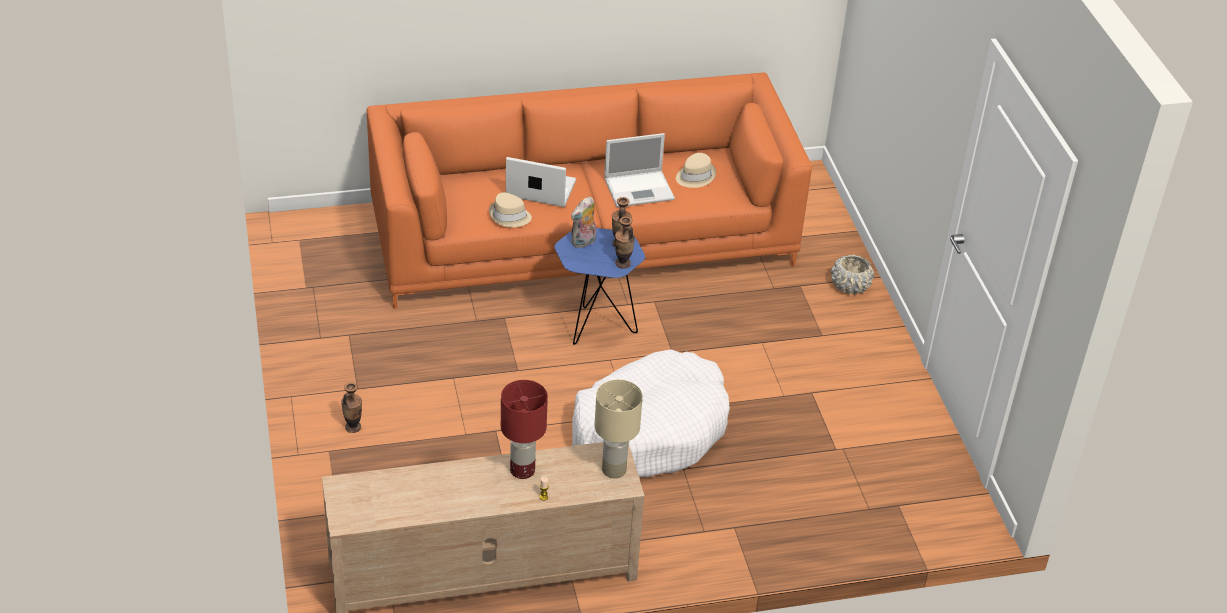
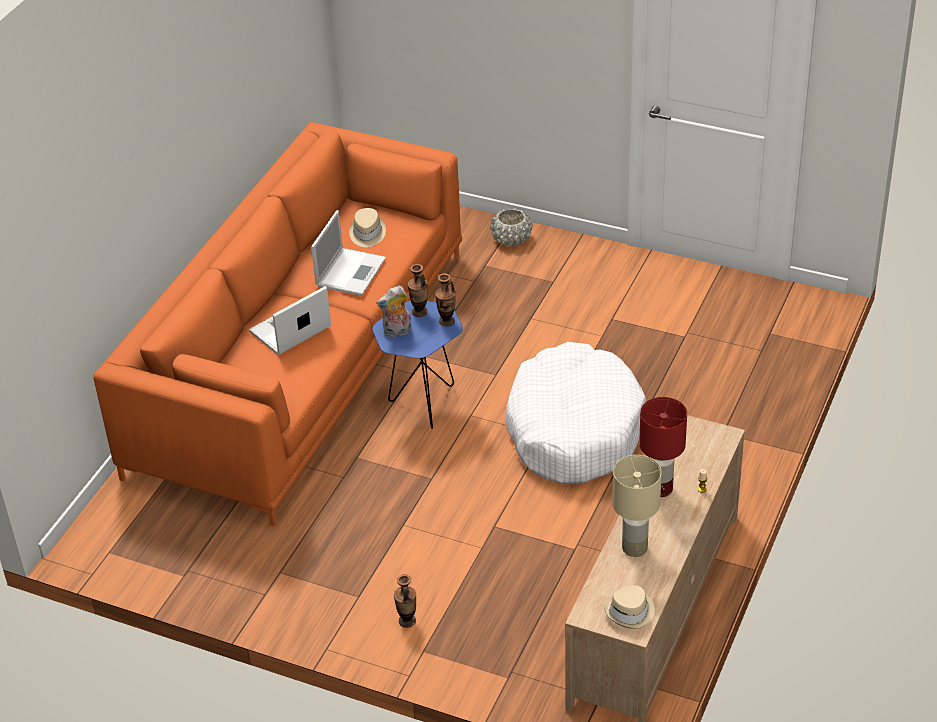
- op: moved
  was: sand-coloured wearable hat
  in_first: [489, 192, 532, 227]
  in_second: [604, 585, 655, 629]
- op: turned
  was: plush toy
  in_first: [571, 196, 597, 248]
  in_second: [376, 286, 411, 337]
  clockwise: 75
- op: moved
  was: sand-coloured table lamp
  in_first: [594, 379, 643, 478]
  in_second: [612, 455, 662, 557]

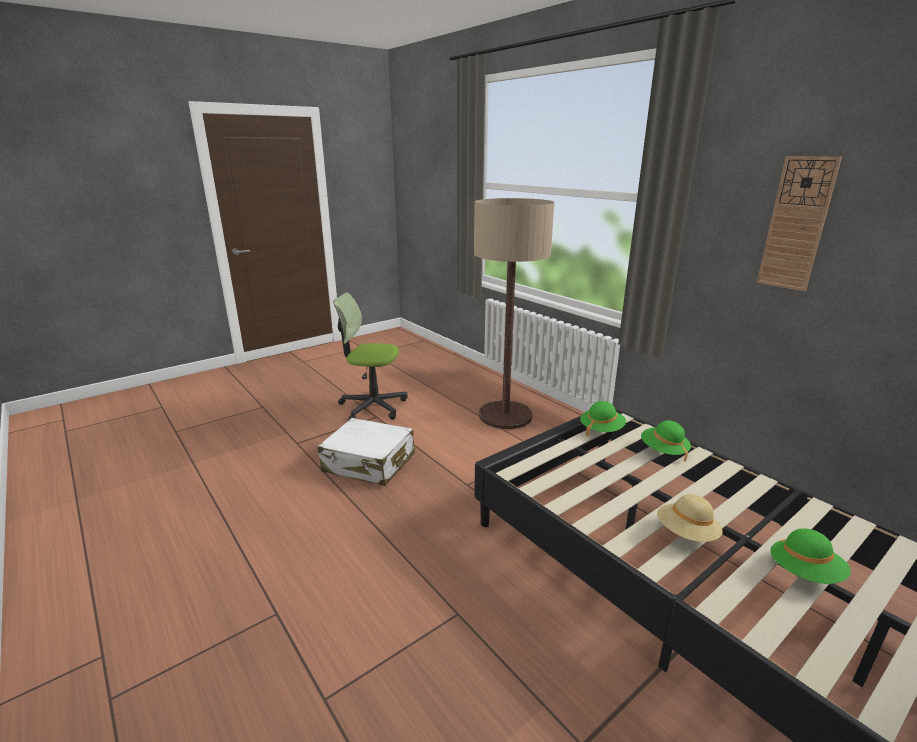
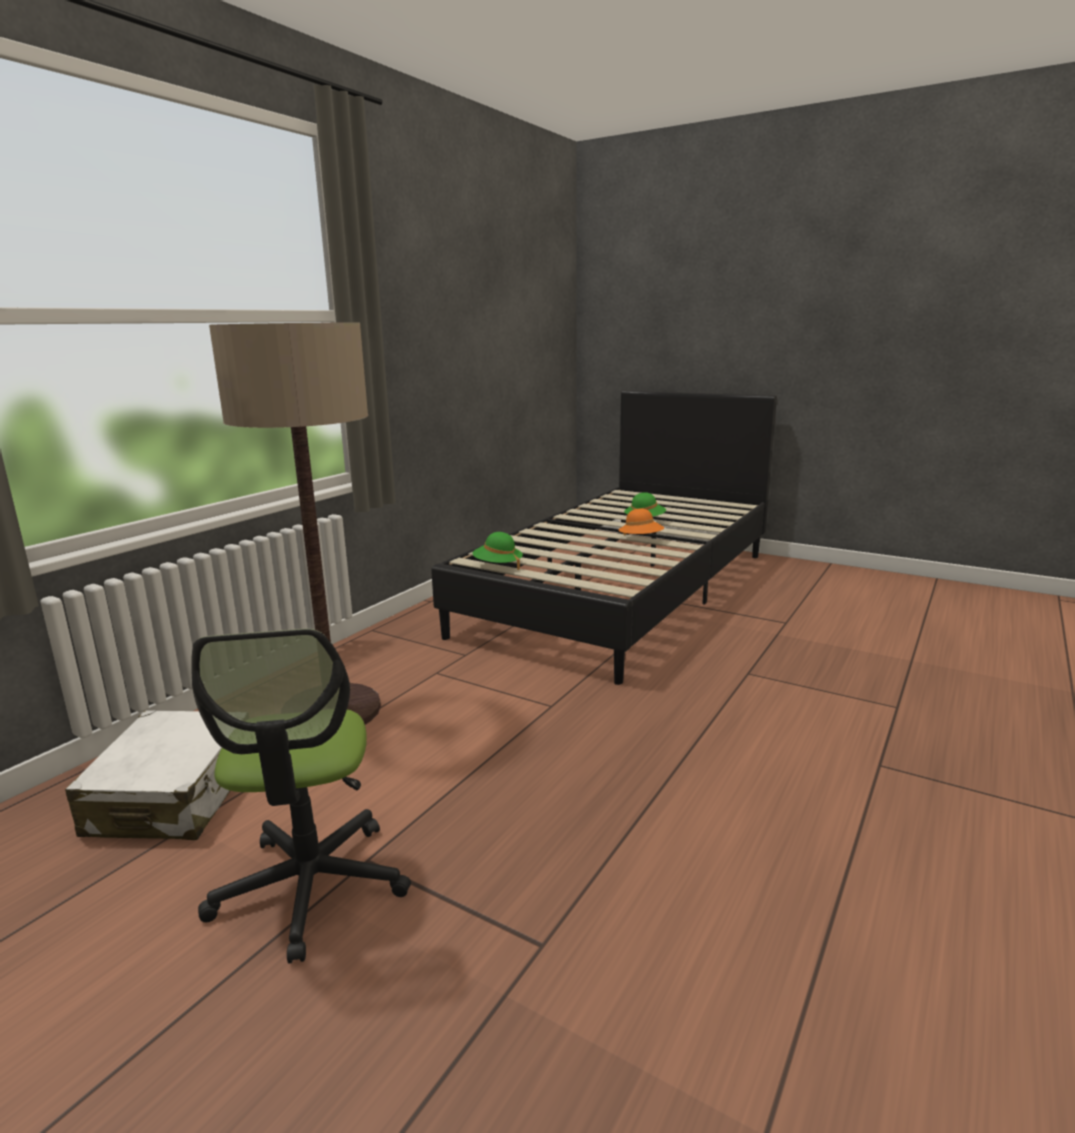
- op: moved
  was: white-coloured suitcase
  in_first: [317, 418, 415, 486]
  in_second: [65, 710, 230, 840]
- op: removed
  was: greenish wearable hat
  in_first: [641, 420, 691, 462]
- op: recoloured
  was: sand-coloured wearable hat
  now: orangey wearable hat
  in_first: [657, 494, 723, 542]
  in_second: [619, 509, 664, 535]
- op: removed
  was: hanging clock
  in_first: [757, 156, 842, 291]

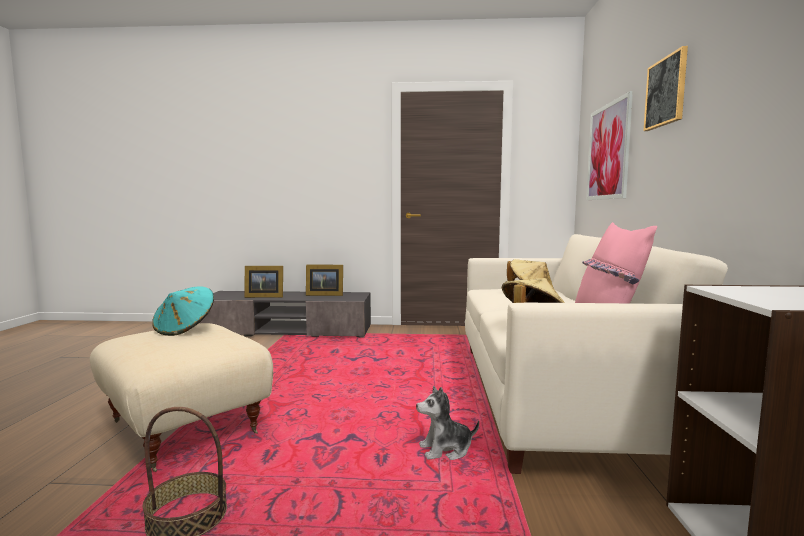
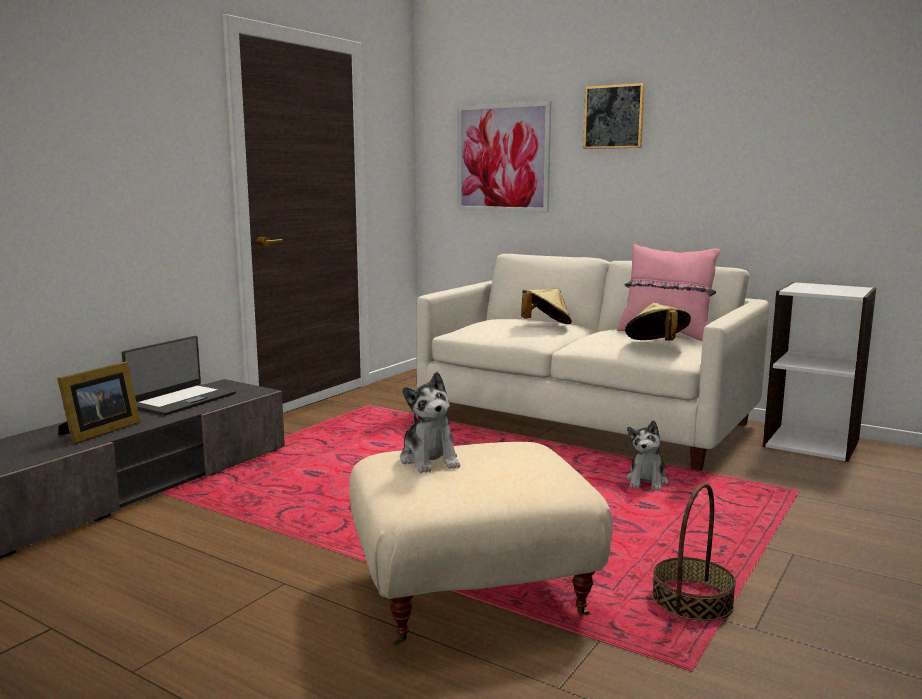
- op: replaced
  was: blue-green wearable hat
  now: plush toy
  in_first: [152, 286, 214, 336]
  in_second: [400, 372, 460, 473]
- op: replaced
  was: standing frame
  now: portable computer
  in_first: [306, 265, 343, 296]
  in_second: [122, 336, 236, 416]

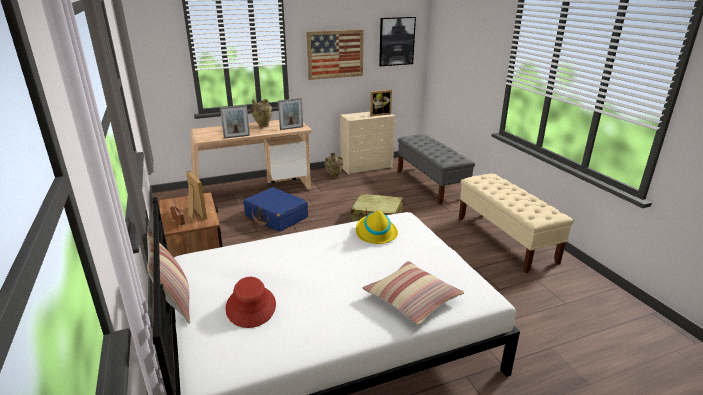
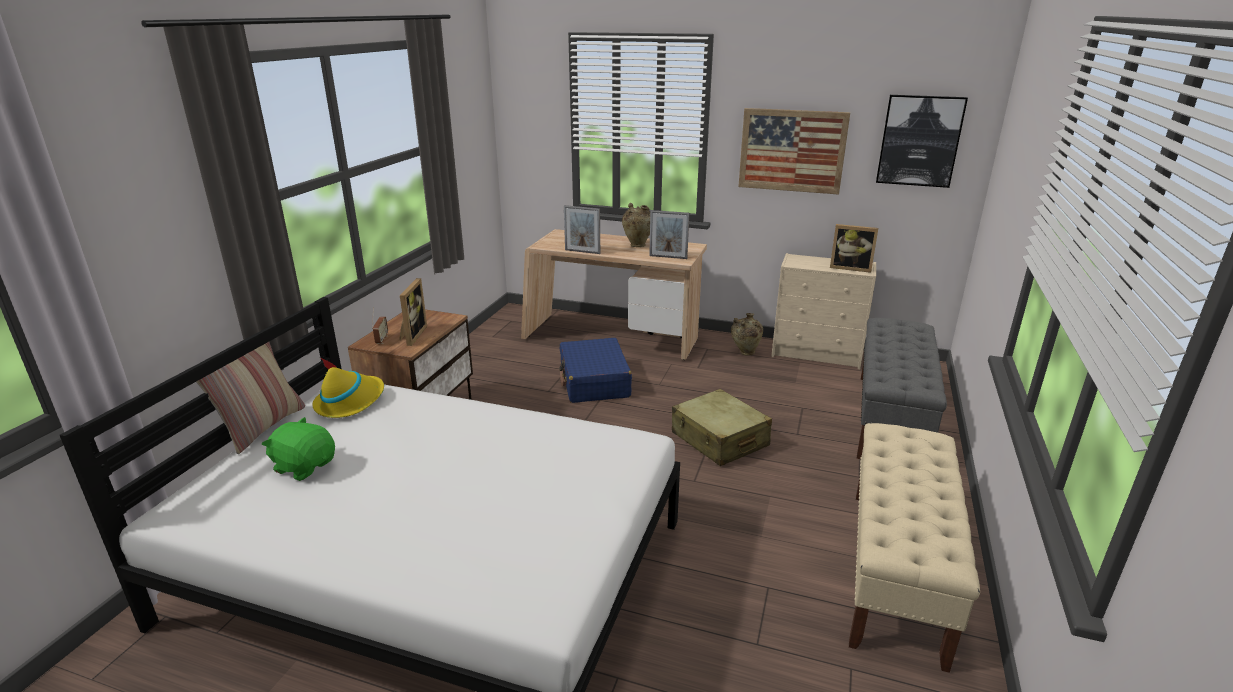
- op: replaced
  was: red wearable hat
  now: greenish plush toy
  in_first: [225, 277, 276, 328]
  in_second: [262, 417, 335, 481]
- op: moved
  was: yellowish wearable hat
  in_first: [356, 210, 398, 244]
  in_second: [313, 357, 384, 418]
- op: removed
  was: pillow
  in_first: [363, 261, 464, 325]

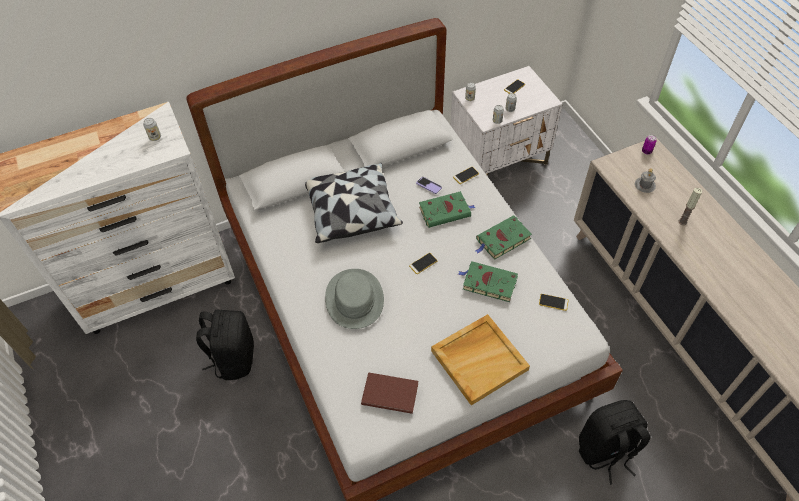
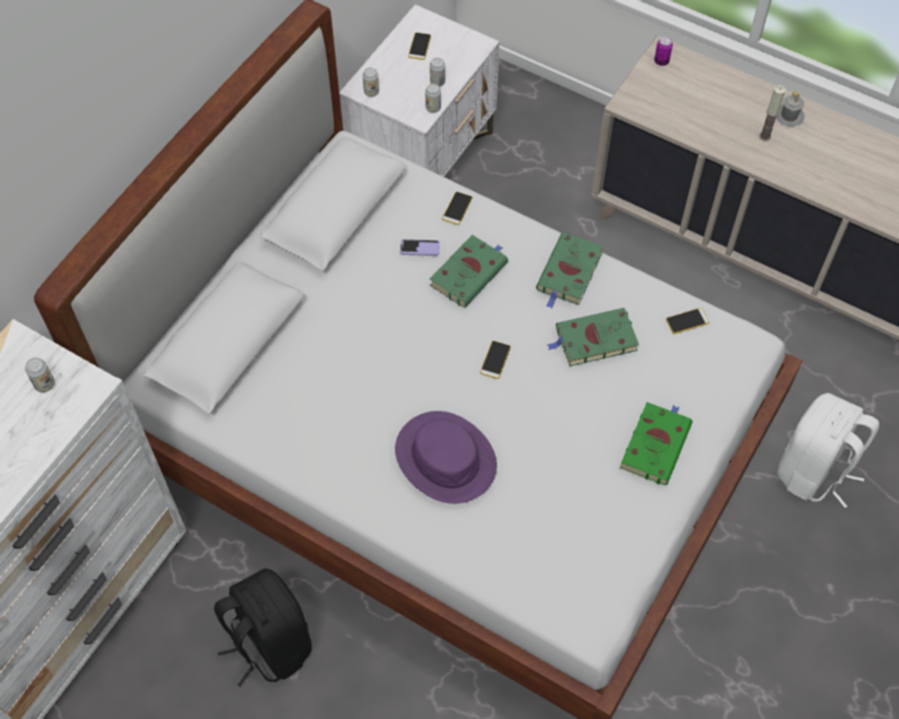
- op: removed
  was: pillow
  in_first: [305, 163, 403, 243]
- op: recoloured
  was: gray wearable hat
  now: purple wearable hat
  in_first: [325, 269, 384, 329]
  in_second: [395, 411, 497, 504]
- op: removed
  was: brown-coloured volume
  in_first: [361, 372, 418, 414]
- op: replaced
  was: sand-coloured tray
  now: greenish volume
  in_first: [431, 314, 530, 405]
  in_second: [620, 402, 693, 485]
- op: recoloured
  was: black backpack
  now: white-coloured backpack
  in_first: [579, 400, 650, 485]
  in_second: [777, 393, 879, 508]
- op: moved
  was: gray mug
  in_first: [635, 168, 656, 193]
  in_second: [776, 91, 805, 126]

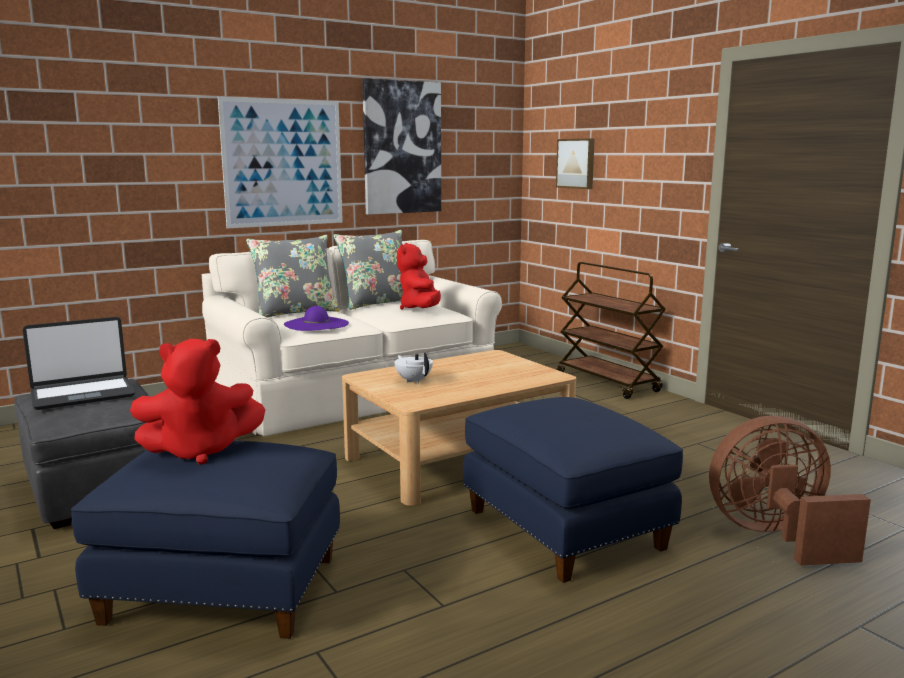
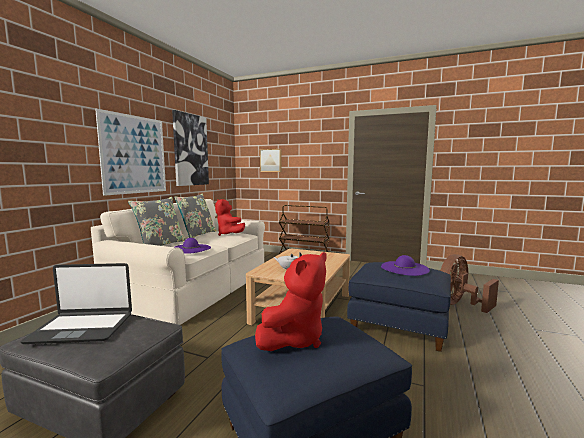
- op: turned
  was: portable computer
  in_first: [23, 317, 135, 410]
  in_second: [21, 263, 132, 344]
  clockwise: 60
- op: added
  now: purple wearable hat
  in_second: [381, 255, 430, 276]

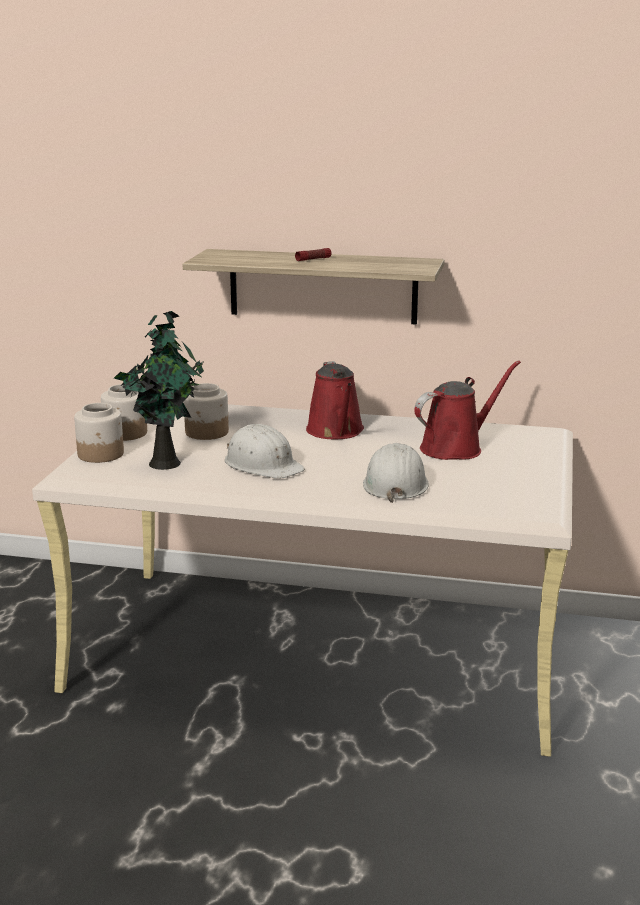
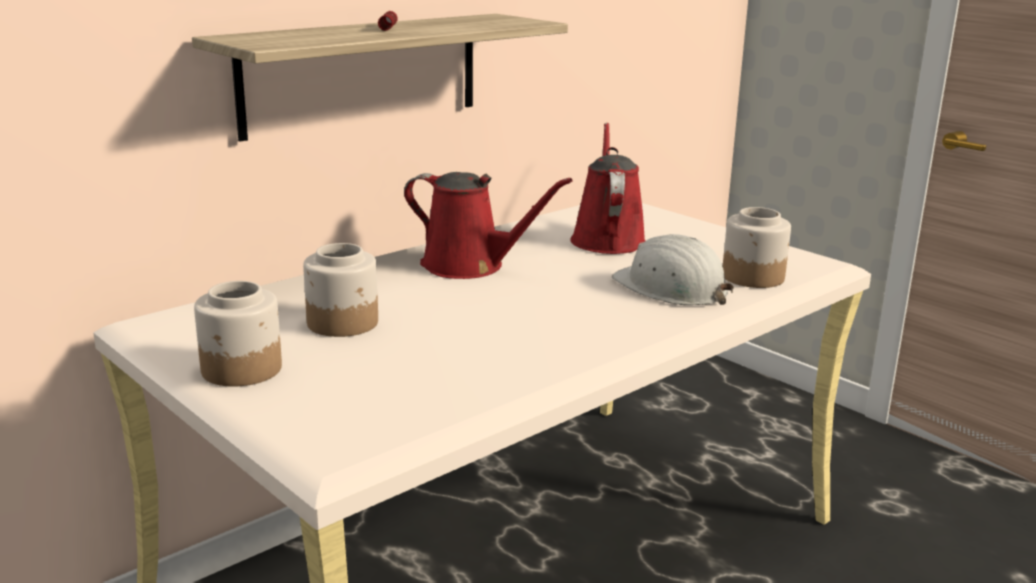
- op: moved
  was: jar
  in_first: [74, 403, 124, 463]
  in_second: [723, 207, 791, 288]
- op: removed
  was: potted plant
  in_first: [114, 311, 204, 470]
- op: removed
  was: white-coloured work helmet
  in_first: [225, 424, 305, 479]

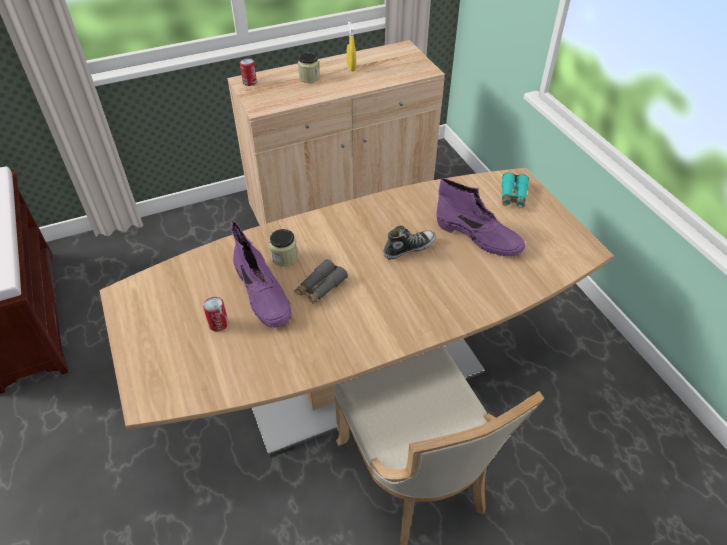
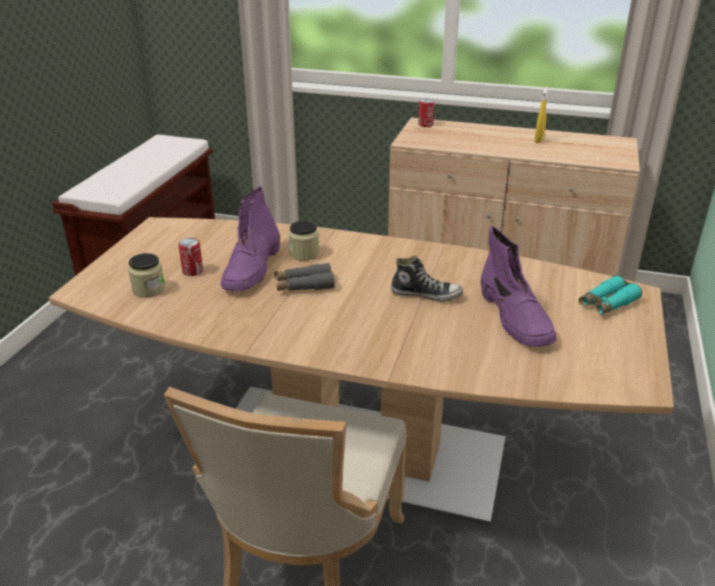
- op: moved
  was: jar
  in_first: [298, 53, 320, 83]
  in_second: [128, 253, 165, 297]

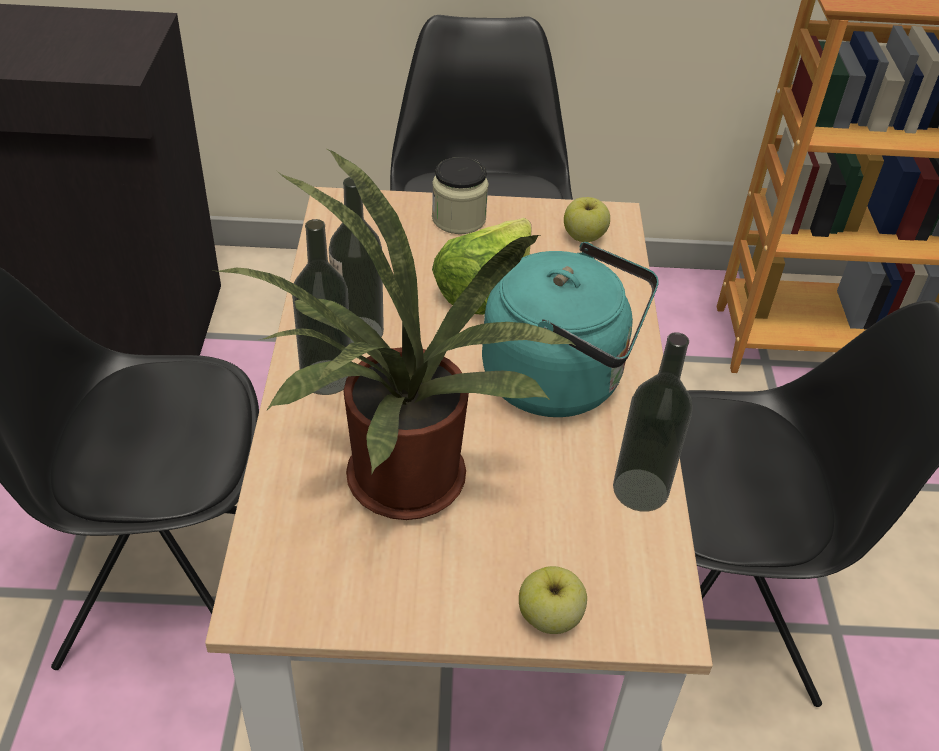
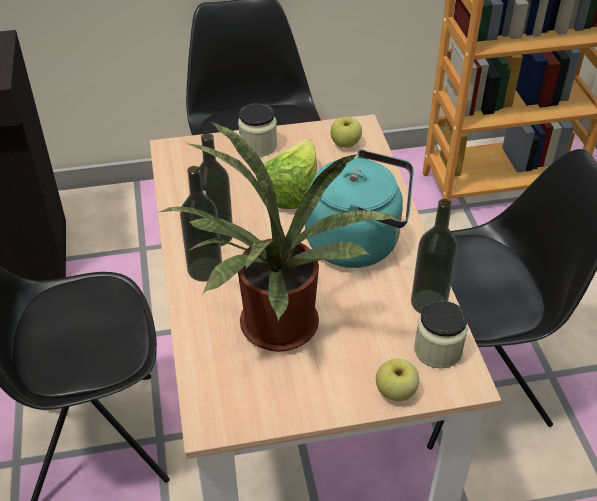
- op: added
  now: jar
  in_second: [414, 301, 468, 369]

